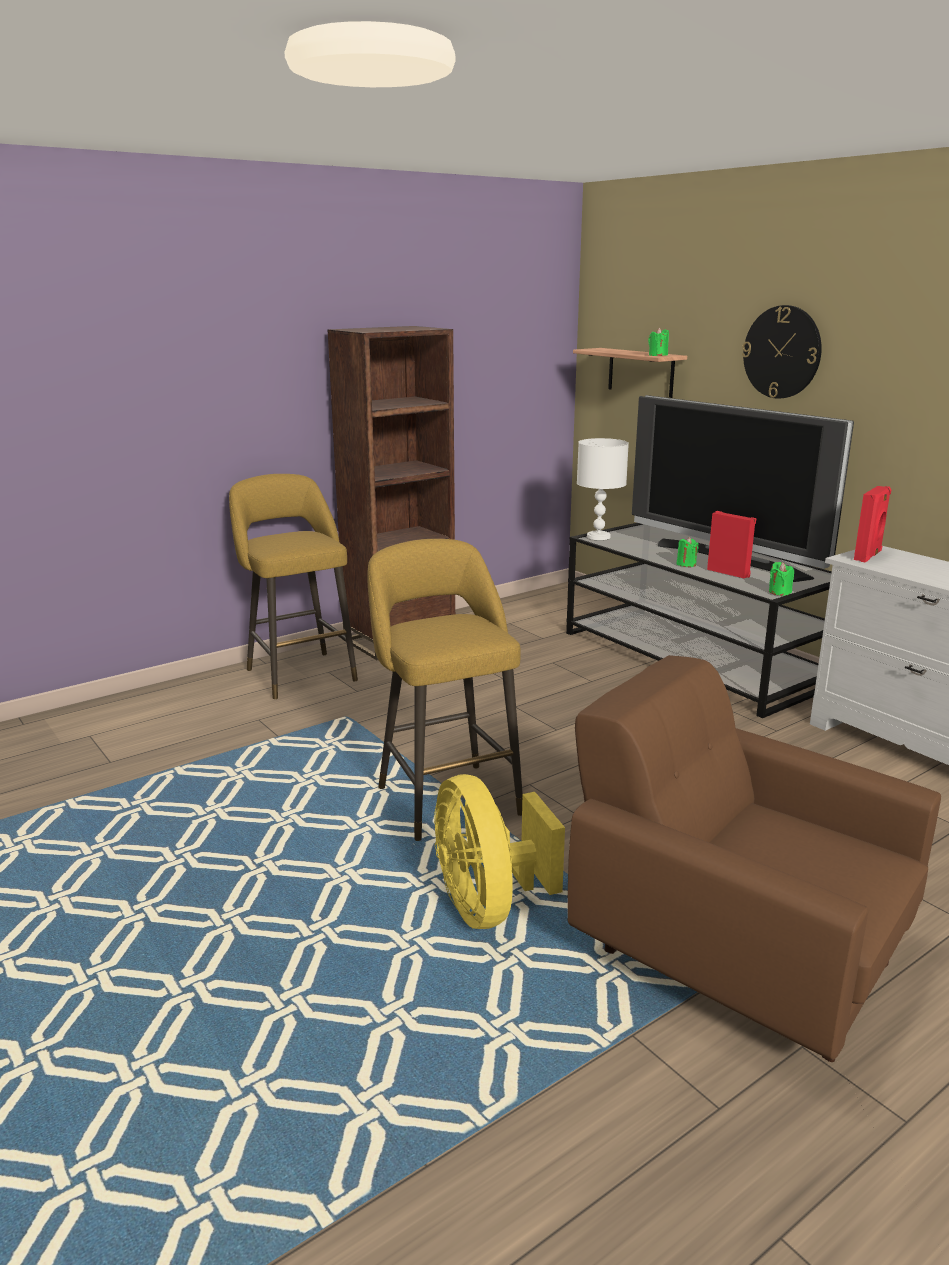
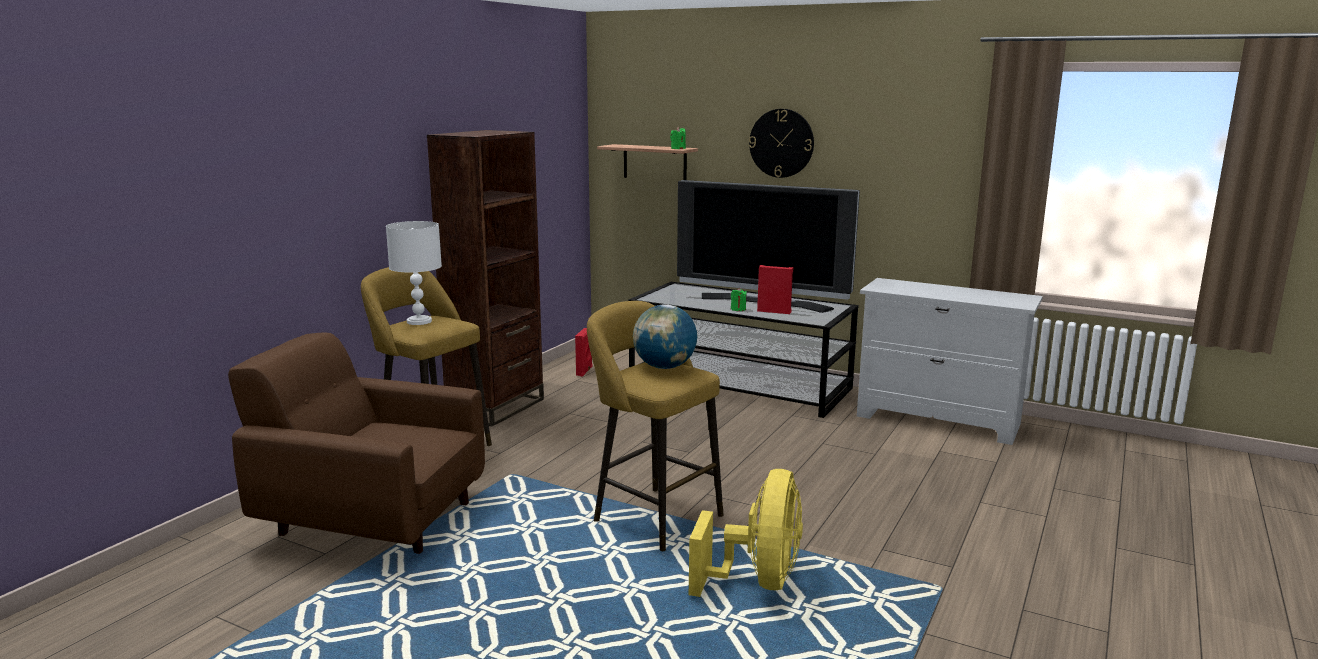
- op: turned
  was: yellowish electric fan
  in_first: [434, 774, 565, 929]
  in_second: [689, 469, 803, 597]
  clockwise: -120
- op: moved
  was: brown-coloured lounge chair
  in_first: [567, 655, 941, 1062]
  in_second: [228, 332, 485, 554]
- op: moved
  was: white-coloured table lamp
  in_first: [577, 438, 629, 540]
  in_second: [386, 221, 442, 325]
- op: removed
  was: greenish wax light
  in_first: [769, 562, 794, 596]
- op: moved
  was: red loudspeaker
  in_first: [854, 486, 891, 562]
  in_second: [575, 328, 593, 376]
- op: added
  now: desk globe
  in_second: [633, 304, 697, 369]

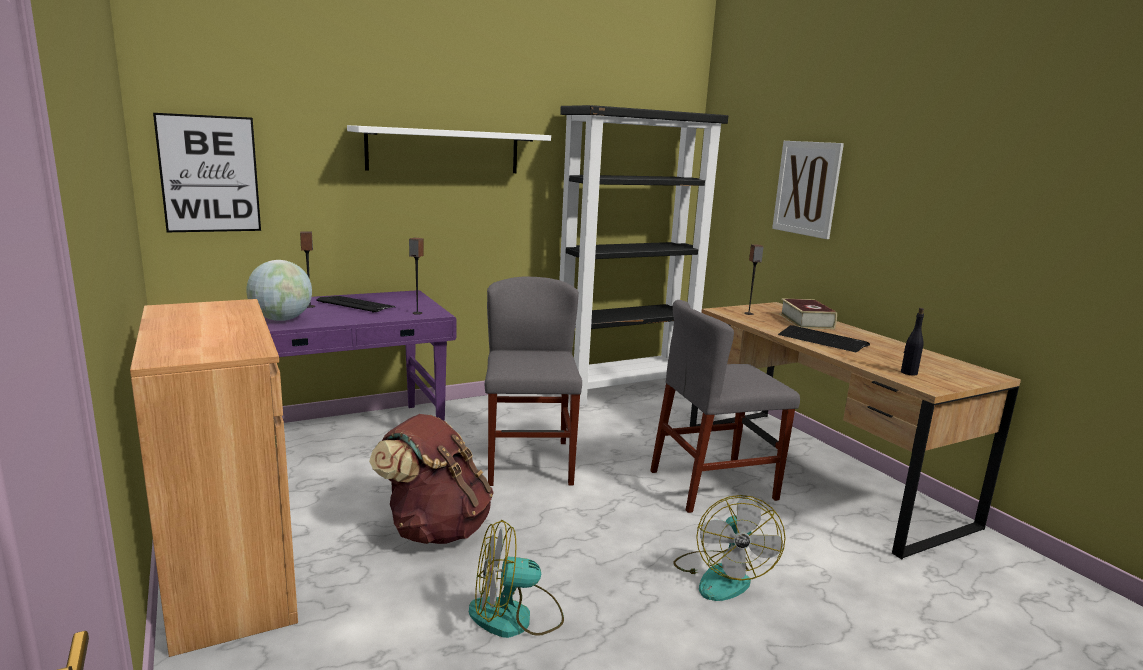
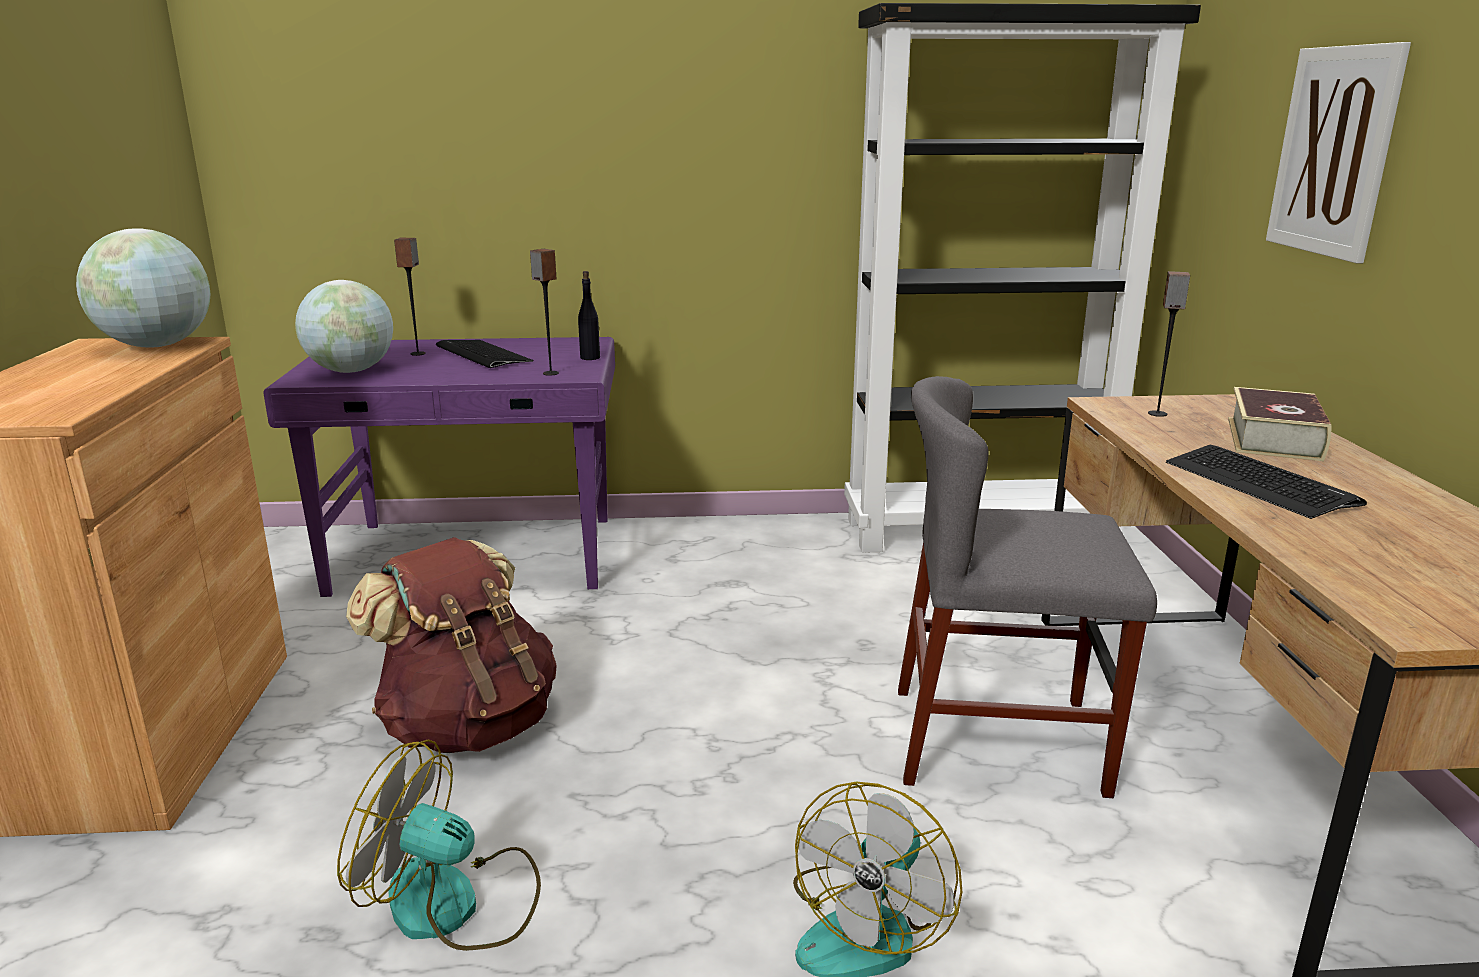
- op: removed
  was: wall art
  in_first: [153, 113, 261, 232]
- op: removed
  was: white-coloured wall shelf
  in_first: [347, 125, 551, 173]
- op: removed
  was: gray upright chair
  in_first: [485, 276, 582, 486]
- op: moved
  was: black bottle
  in_first: [901, 308, 924, 376]
  in_second: [578, 271, 600, 360]
- op: added
  now: desk globe
  in_second: [76, 228, 210, 347]

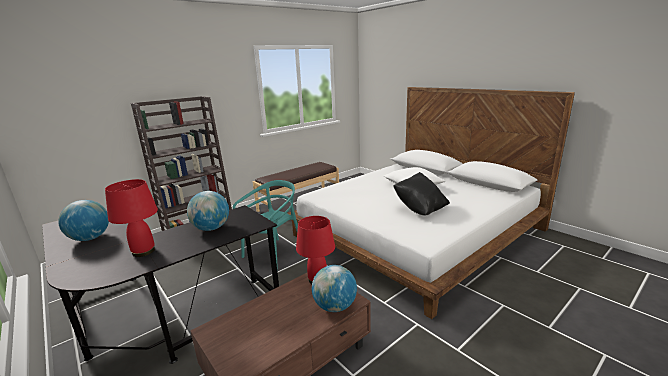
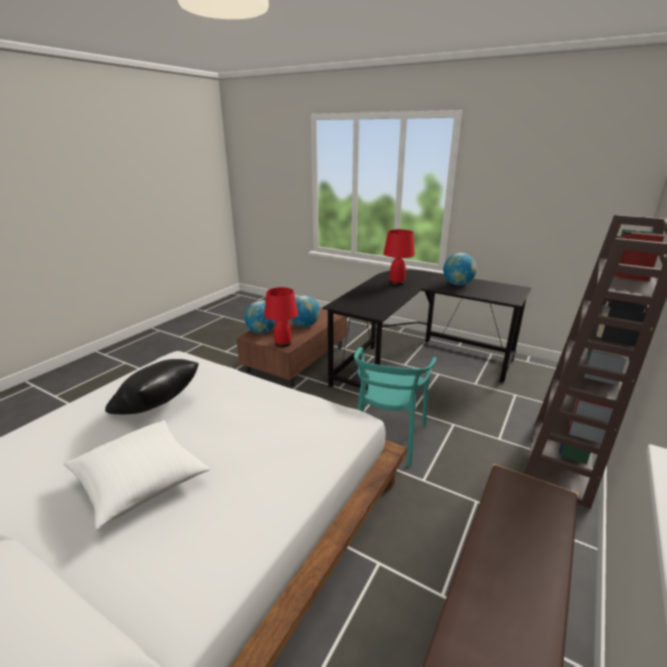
- op: moved
  was: desk globe
  in_first: [187, 191, 229, 231]
  in_second: [291, 295, 320, 327]

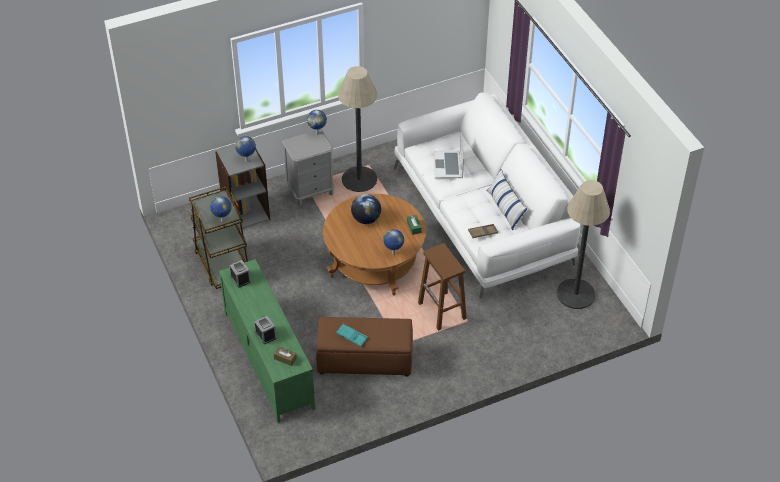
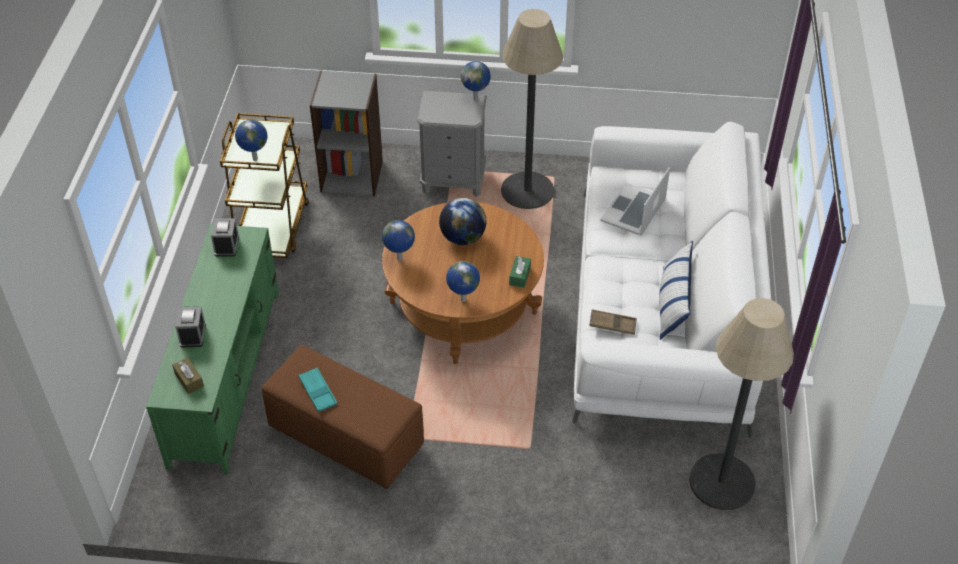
- op: moved
  was: desk globe
  in_first: [235, 136, 256, 162]
  in_second: [382, 220, 415, 260]
- op: removed
  was: brown-coloured stool
  in_first: [418, 243, 467, 331]

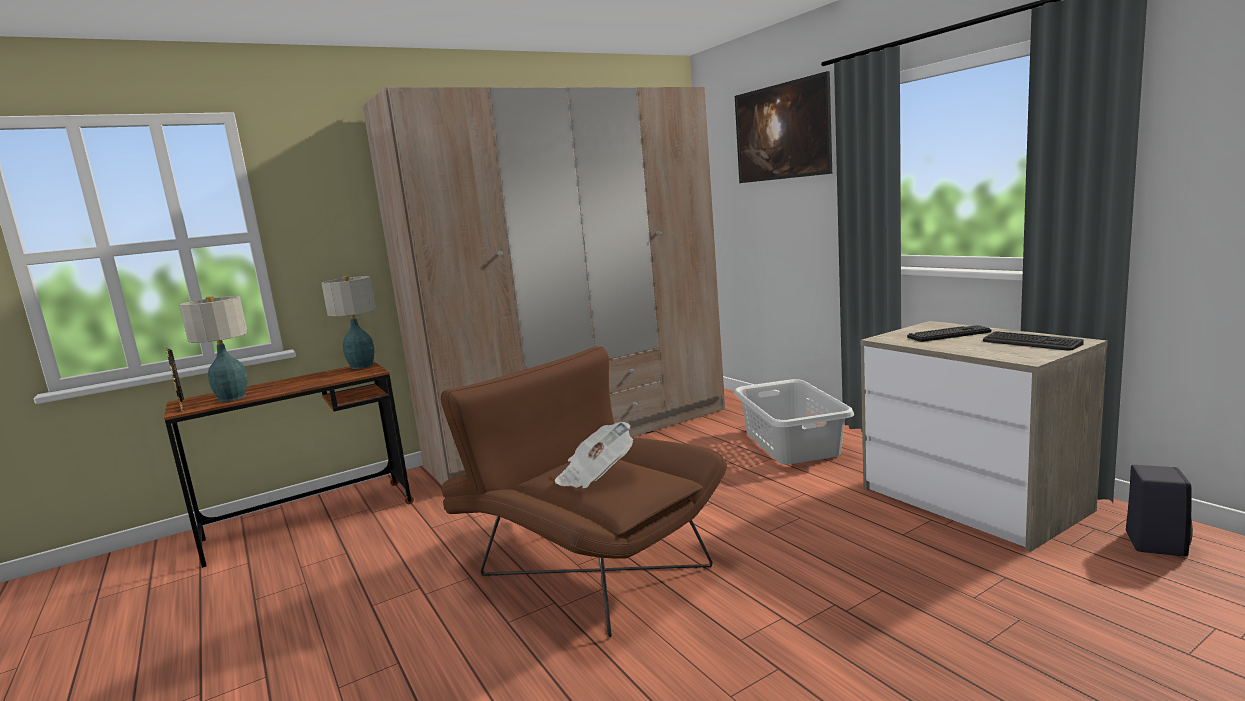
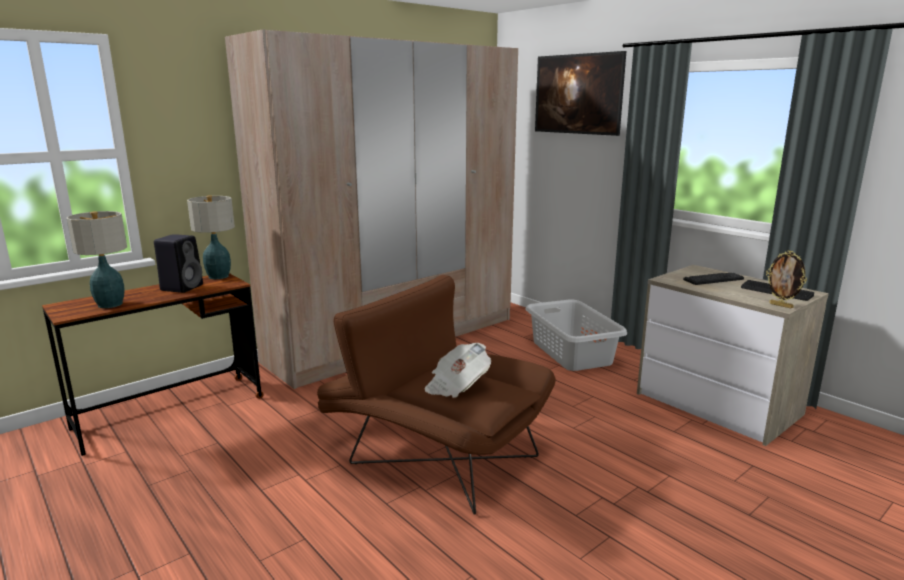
- op: moved
  was: standing frame
  in_first: [166, 347, 184, 411]
  in_second: [766, 250, 807, 308]
- op: moved
  was: black loudspeaker
  in_first: [1126, 465, 1193, 556]
  in_second: [154, 234, 203, 293]

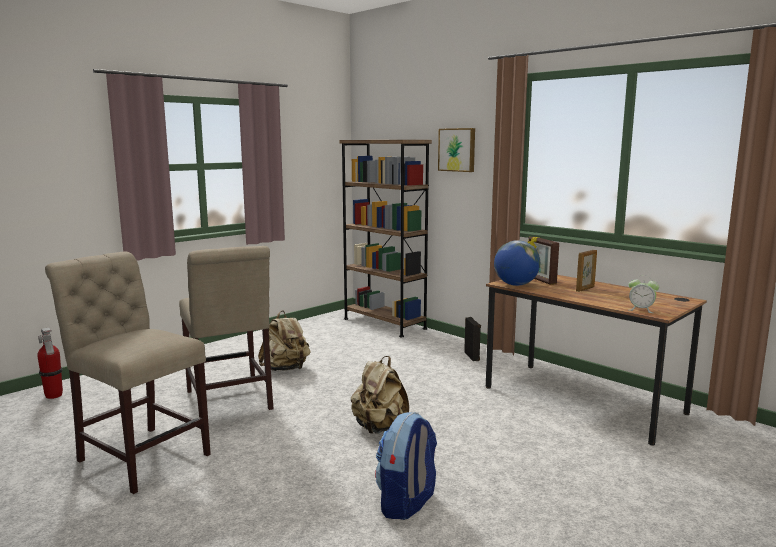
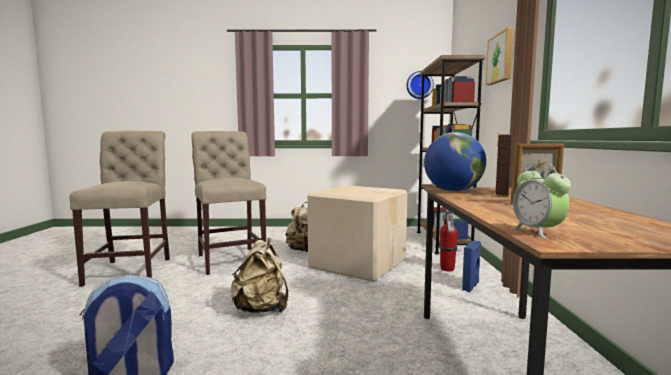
- op: moved
  was: extinguisher
  in_first: [37, 328, 63, 399]
  in_second: [439, 210, 458, 271]
- op: turned
  was: sand-coloured upright chair
  in_first: [179, 246, 274, 410]
  in_second: [191, 131, 266, 275]
  clockwise: 135
- op: recoloured
  was: black loudspeaker
  now: blue loudspeaker
  in_first: [464, 317, 481, 361]
  in_second: [462, 241, 481, 292]
- op: added
  now: cardboard box
  in_second: [307, 185, 407, 282]
- op: added
  now: hanging clock
  in_second: [406, 71, 434, 99]

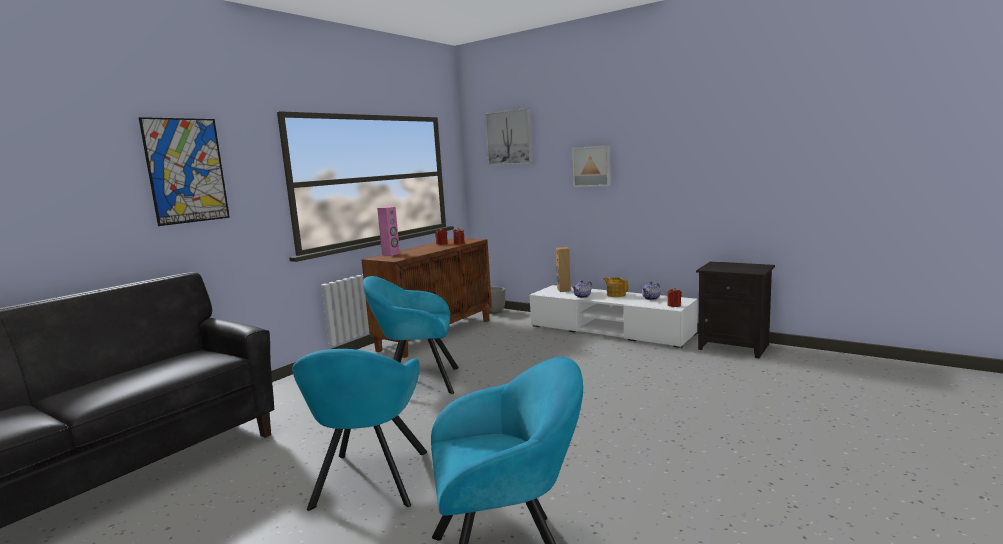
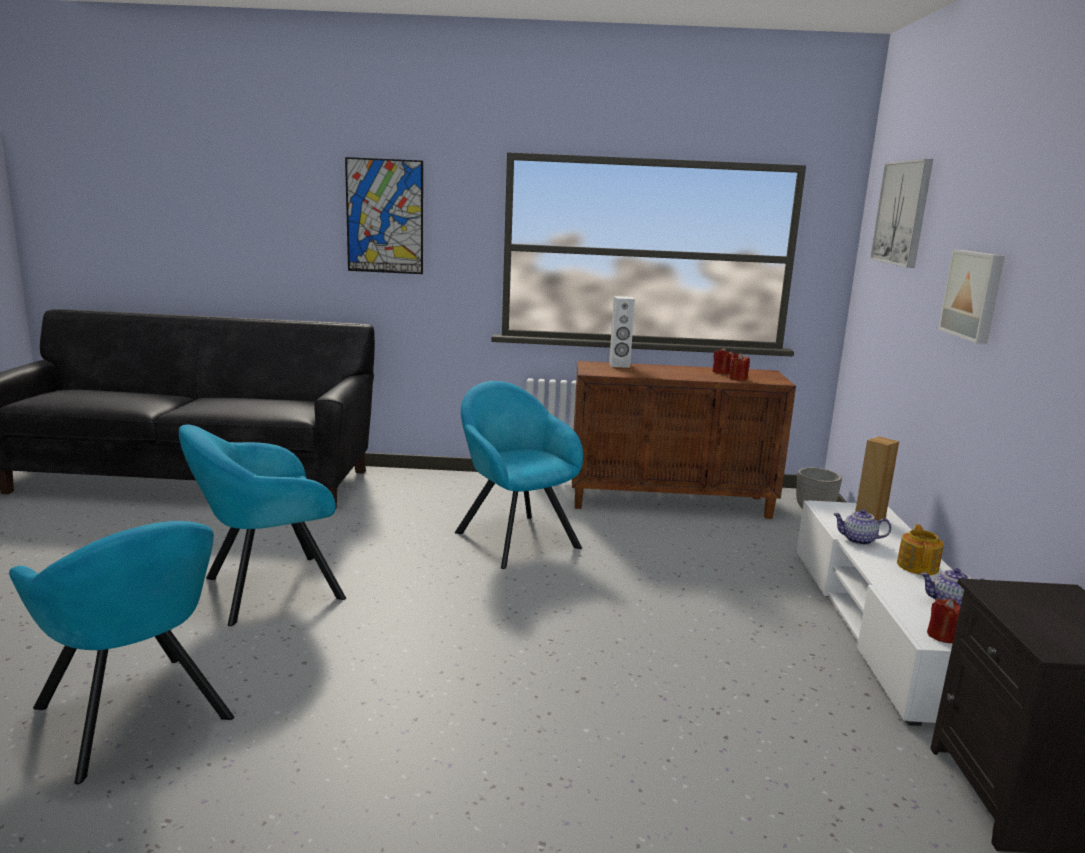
- op: recoloured
  was: pinkish loudspeaker
  now: white-coloured loudspeaker
  in_first: [377, 207, 400, 256]
  in_second: [609, 296, 635, 368]

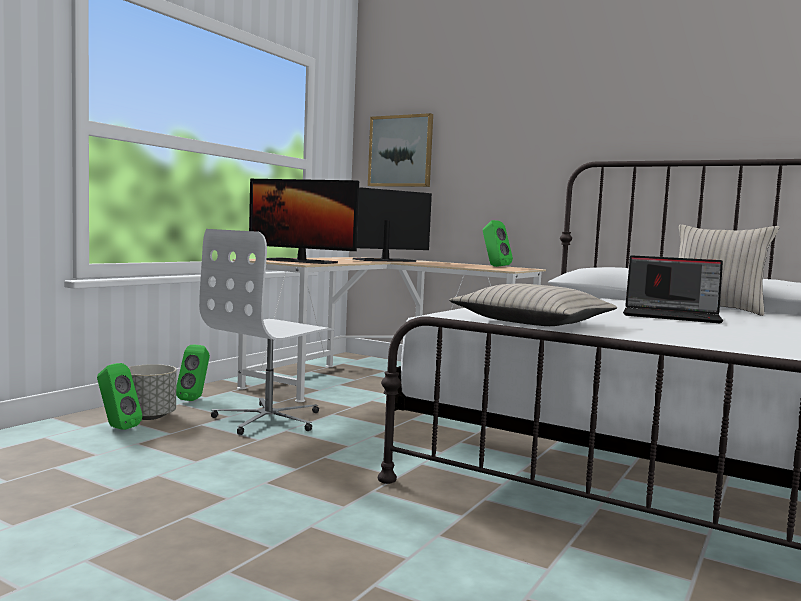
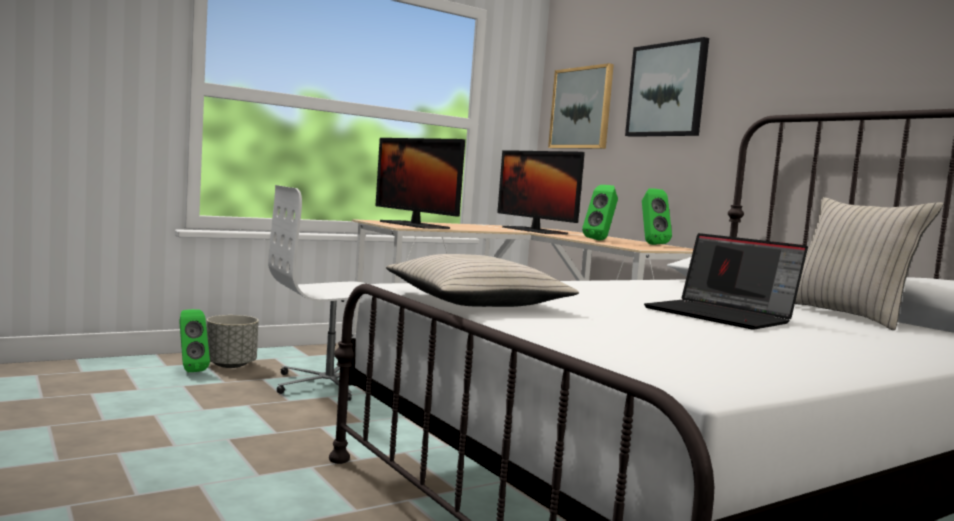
- op: moved
  was: greenish loudspeaker
  in_first: [176, 345, 210, 401]
  in_second: [582, 185, 618, 241]
- op: turned
  was: computer screen
  in_first: [353, 187, 432, 262]
  in_second: [497, 150, 585, 235]
  clockwise: -120
- op: added
  now: wall art
  in_second: [625, 37, 709, 137]

